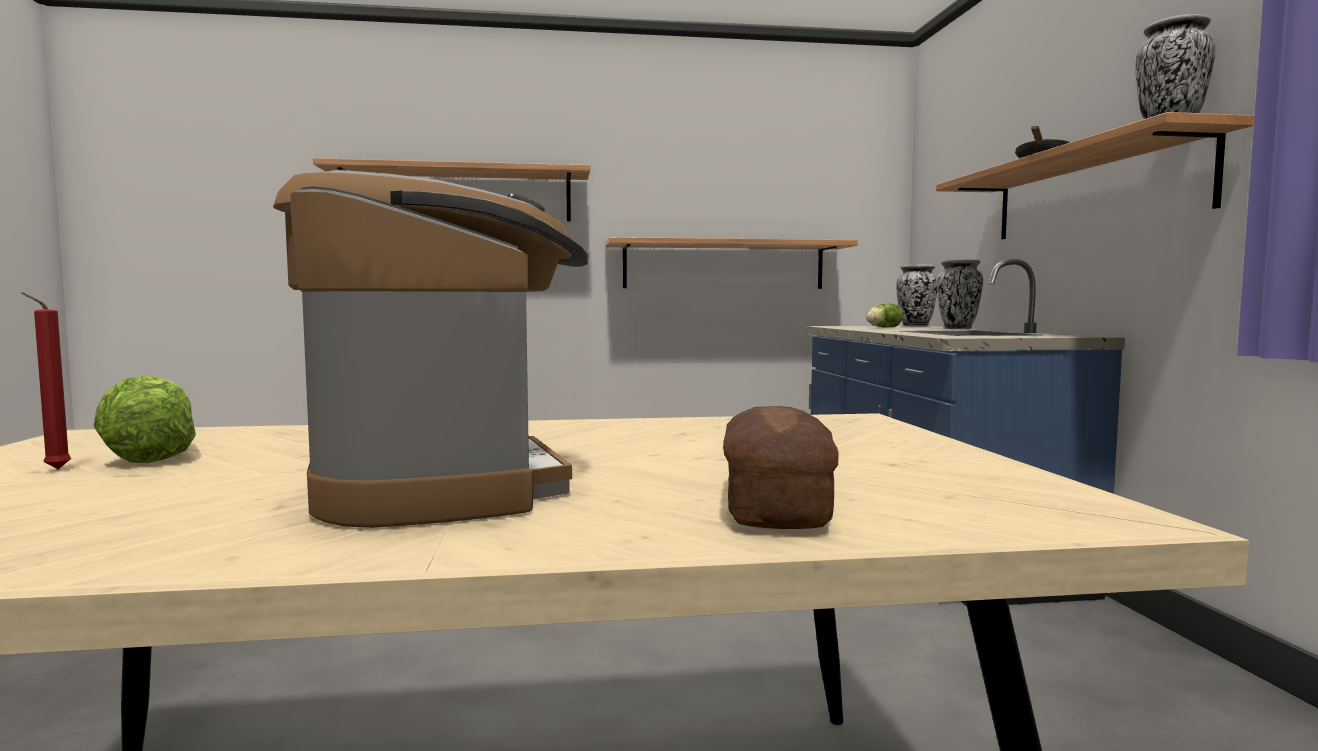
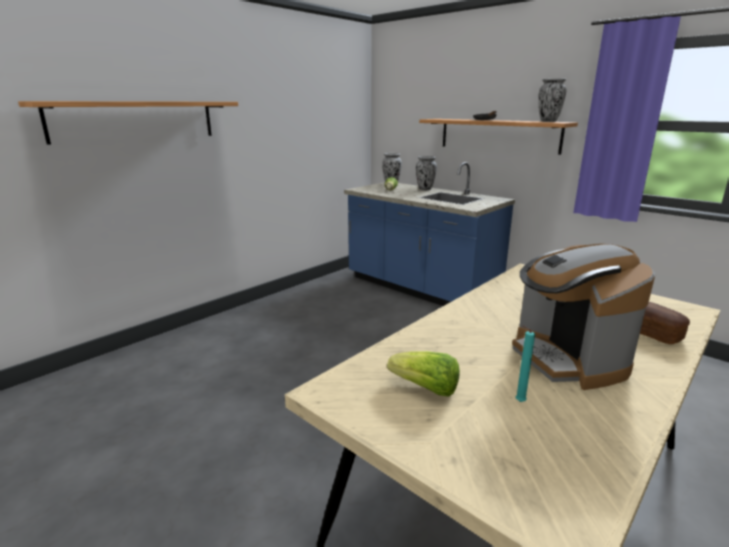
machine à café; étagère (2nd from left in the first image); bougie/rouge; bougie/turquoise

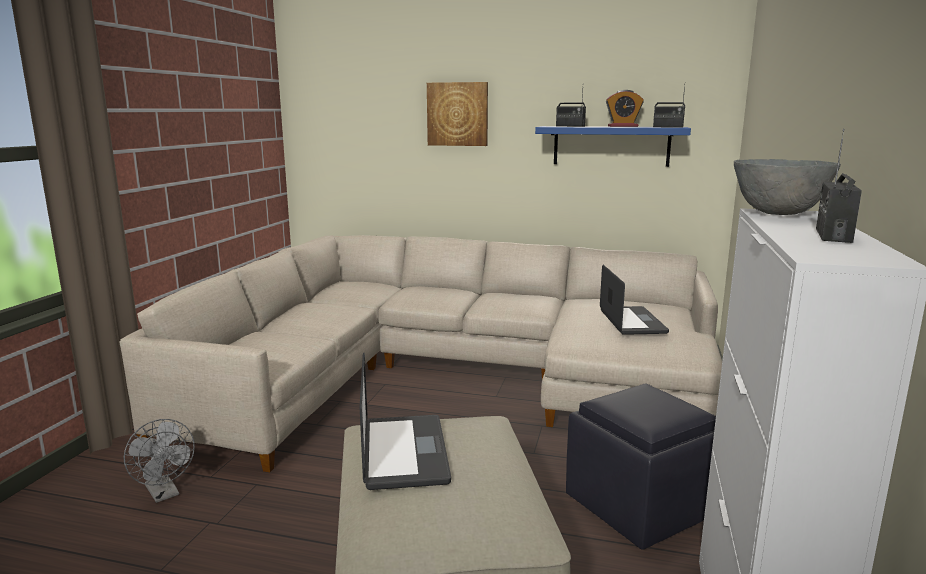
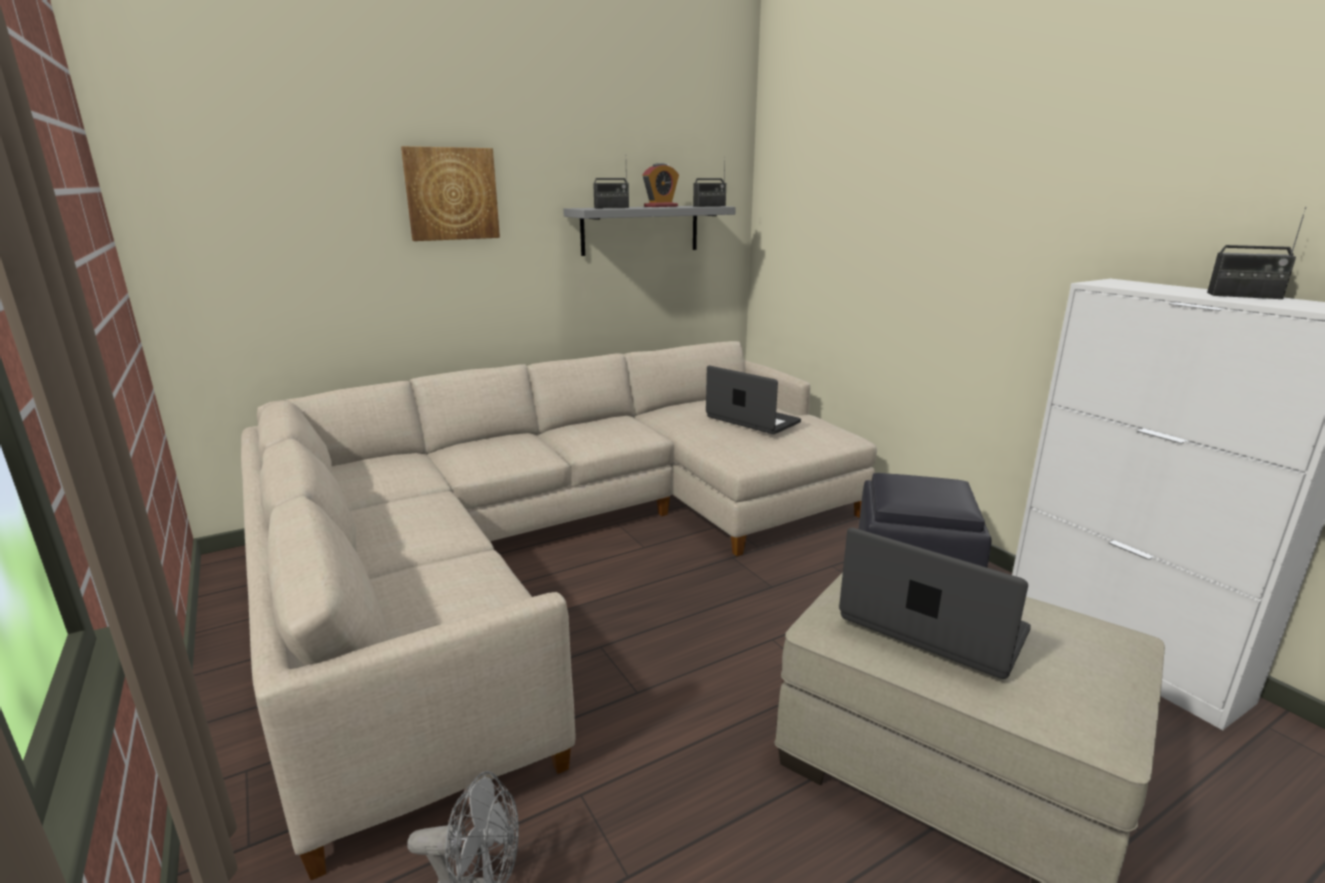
étagère/gris; radio (3rd from left); bol/gris

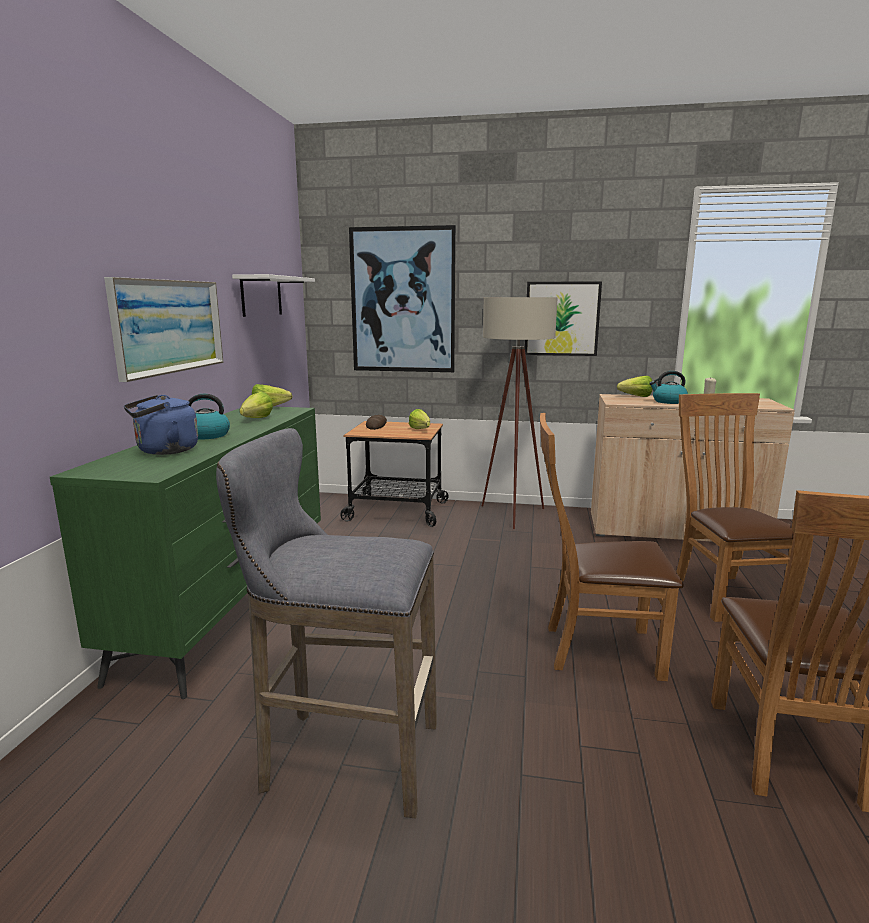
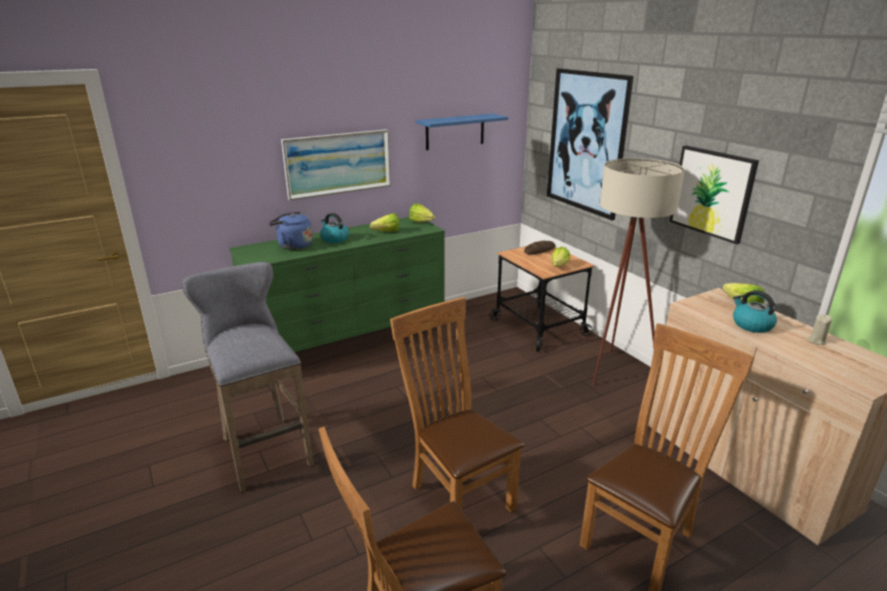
étagère/bleu

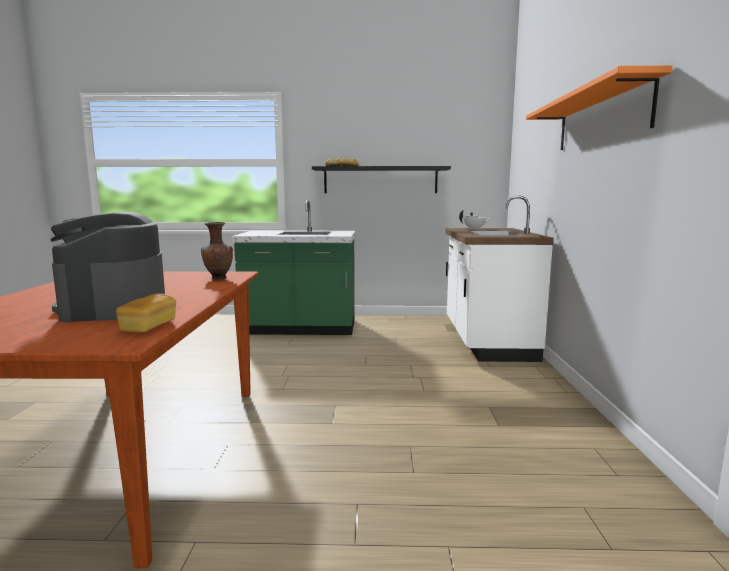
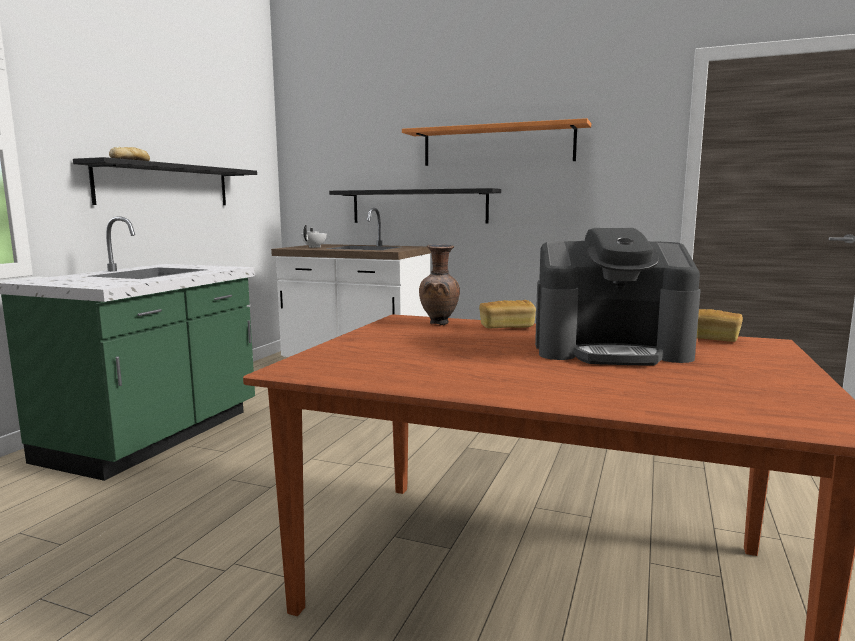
étagère/noir (2nd from left); pain (2nd from left)

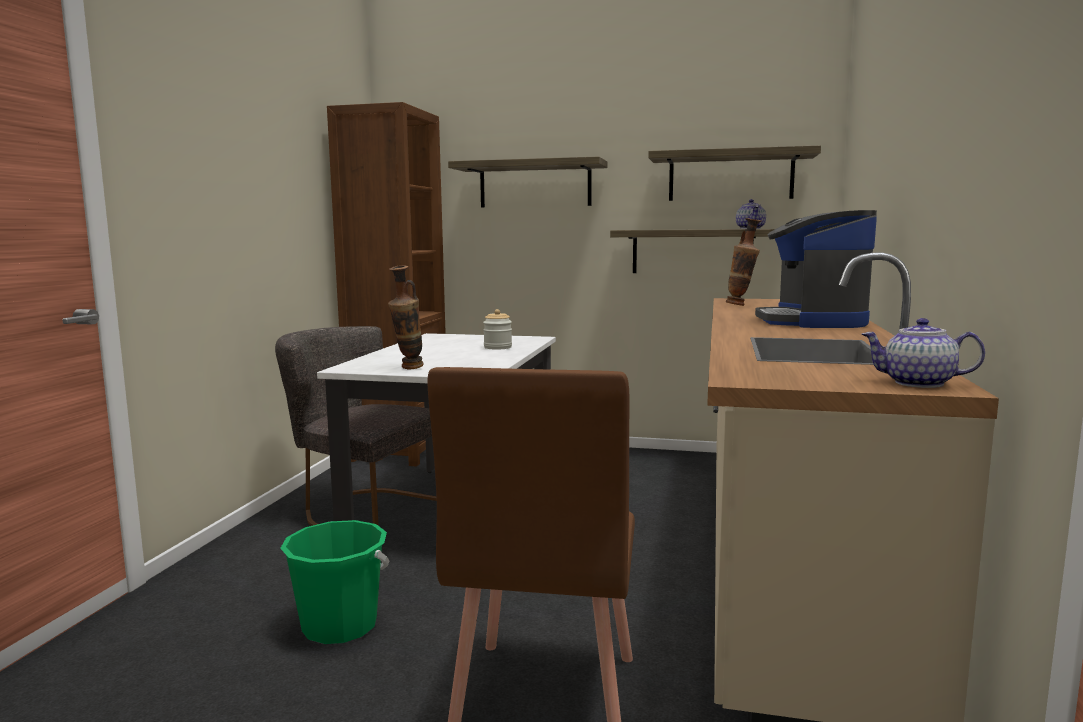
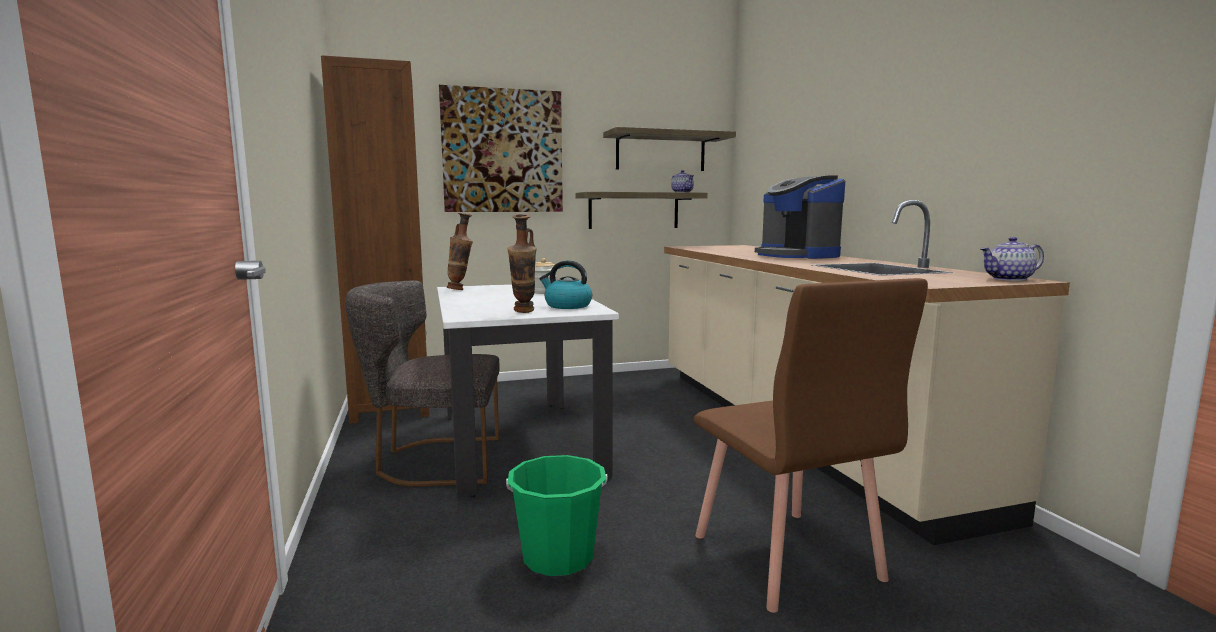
tableau; vase (1st from left); bouilloire

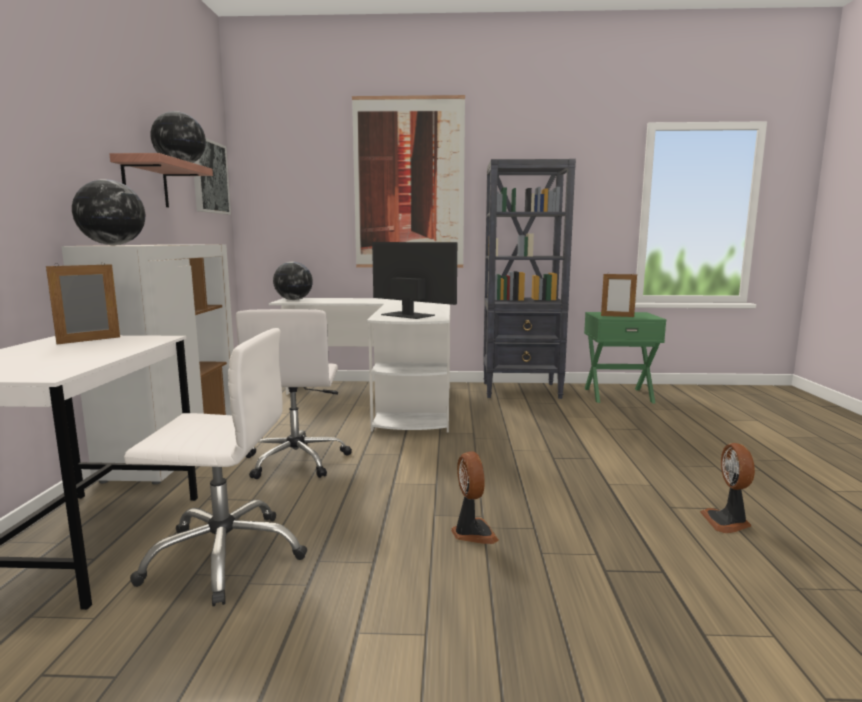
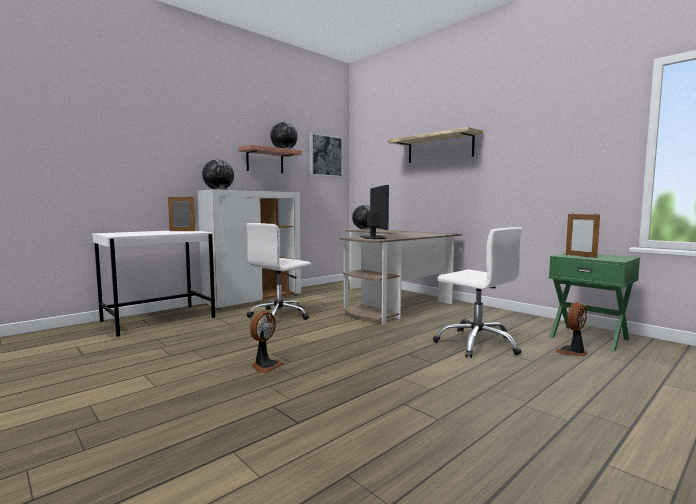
étagère (2nd from left); bibliothèque/noir; bureau/marron; chaise de bureau/blanc (2nd from left); ventilateur (2nd from left)

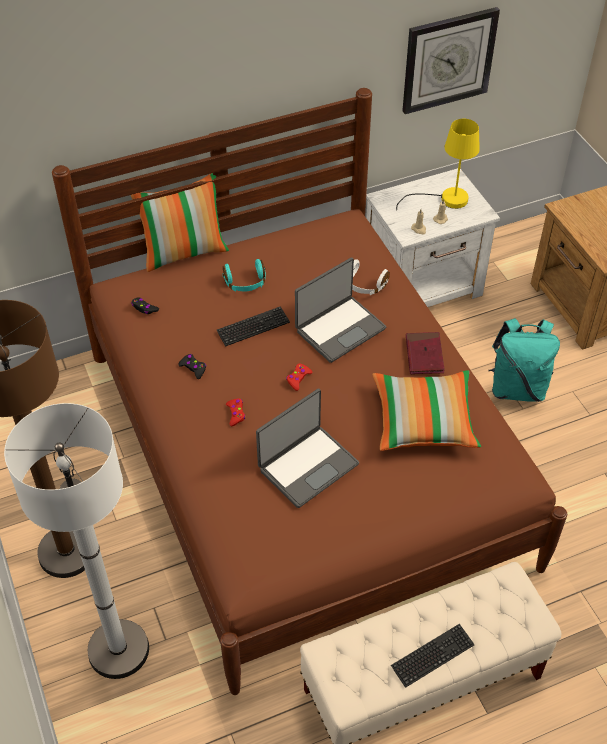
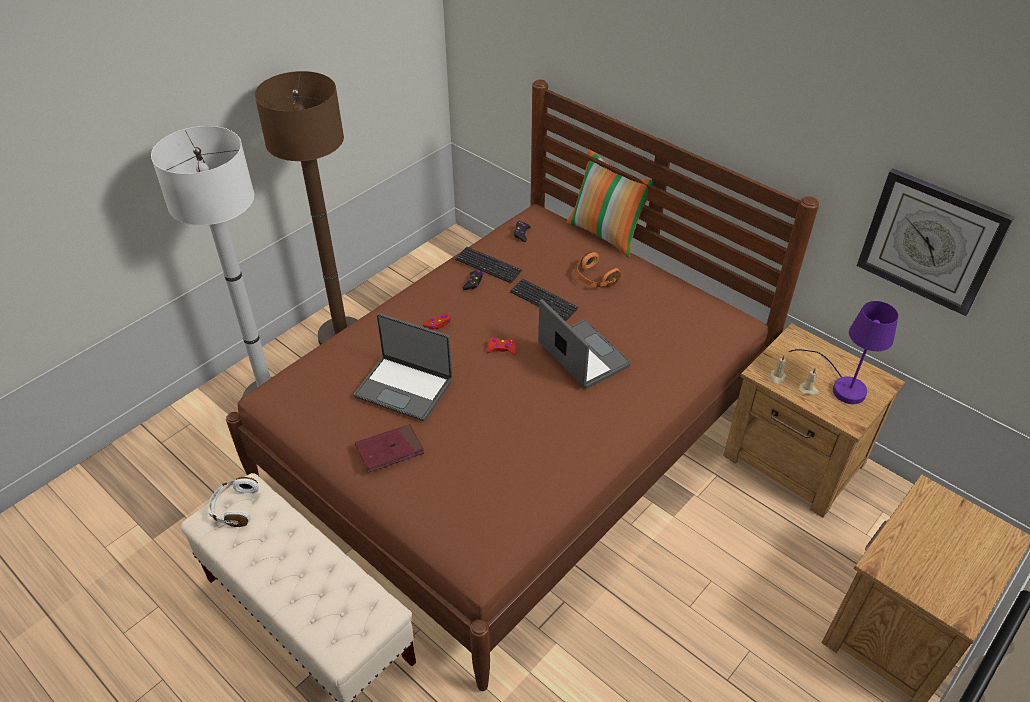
lampe de table/violet; table de chevet/marron (1st from left); ordinateur portable (2nd from left); casque audio/orange; casque audio/blanc; sac à dos/turquoise; livre/rouge; coussin (2nd from left in the first image); clavier (1st from left)

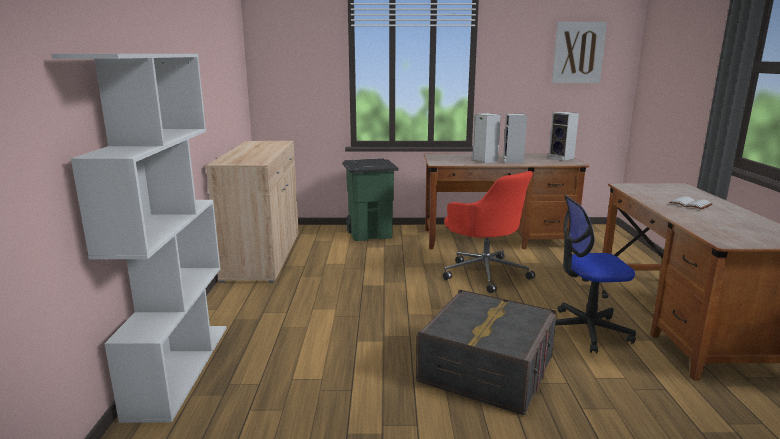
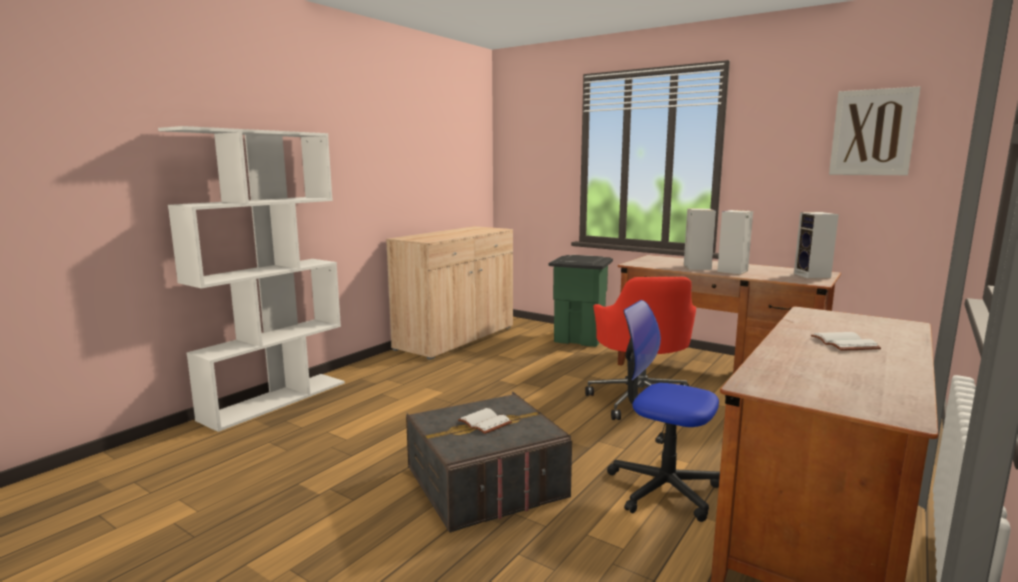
livre/blanc (1st from left)

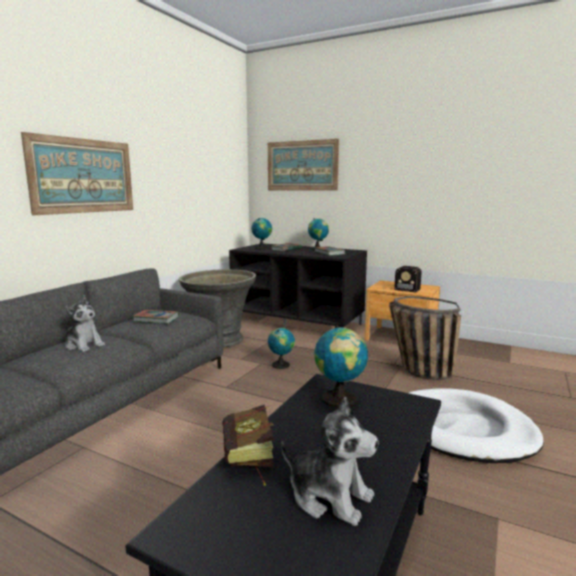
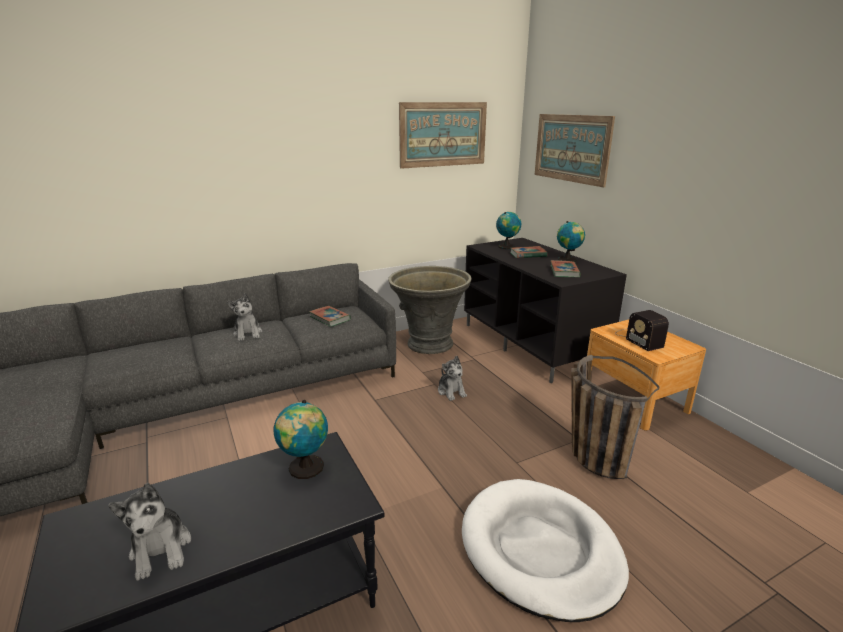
tableau (1st from left); peluche (3rd from left); livre (2nd from left in the first image)

